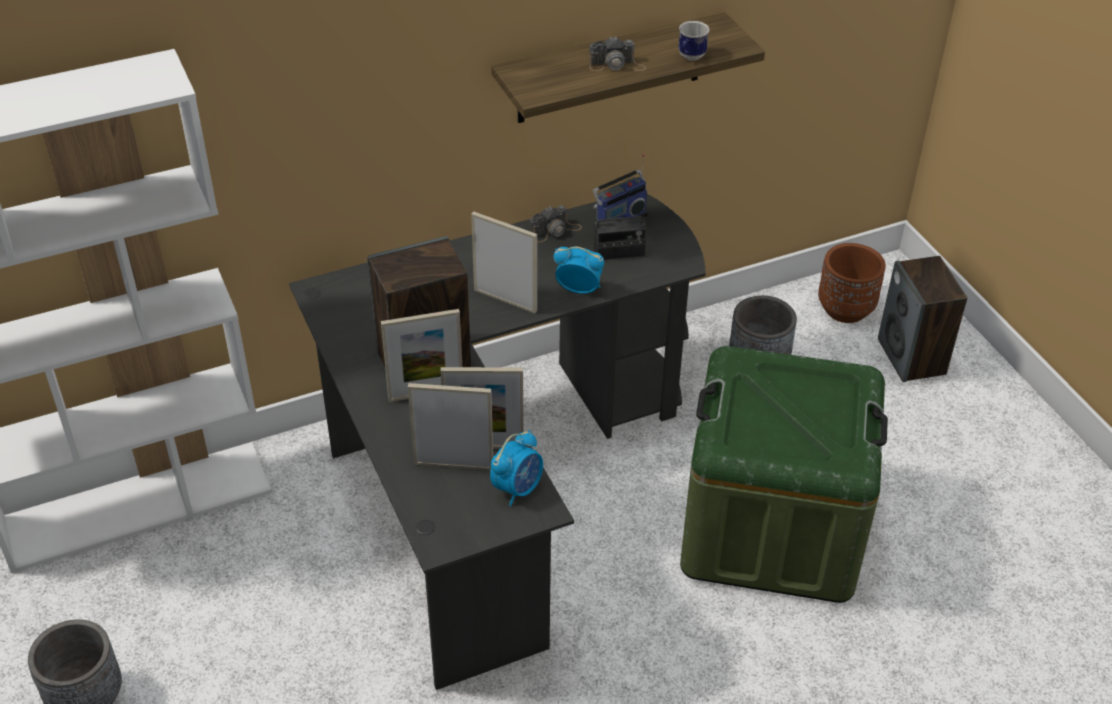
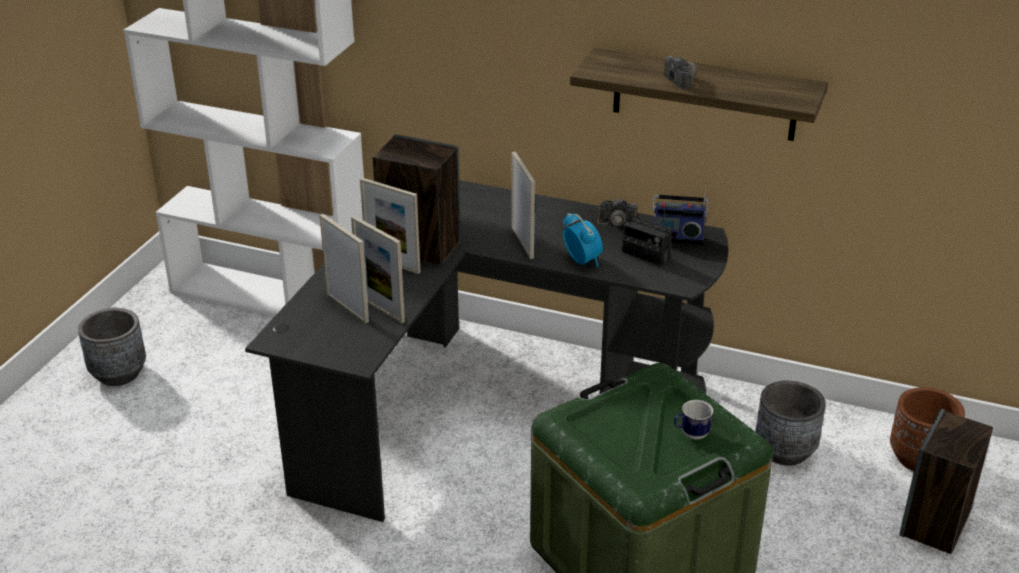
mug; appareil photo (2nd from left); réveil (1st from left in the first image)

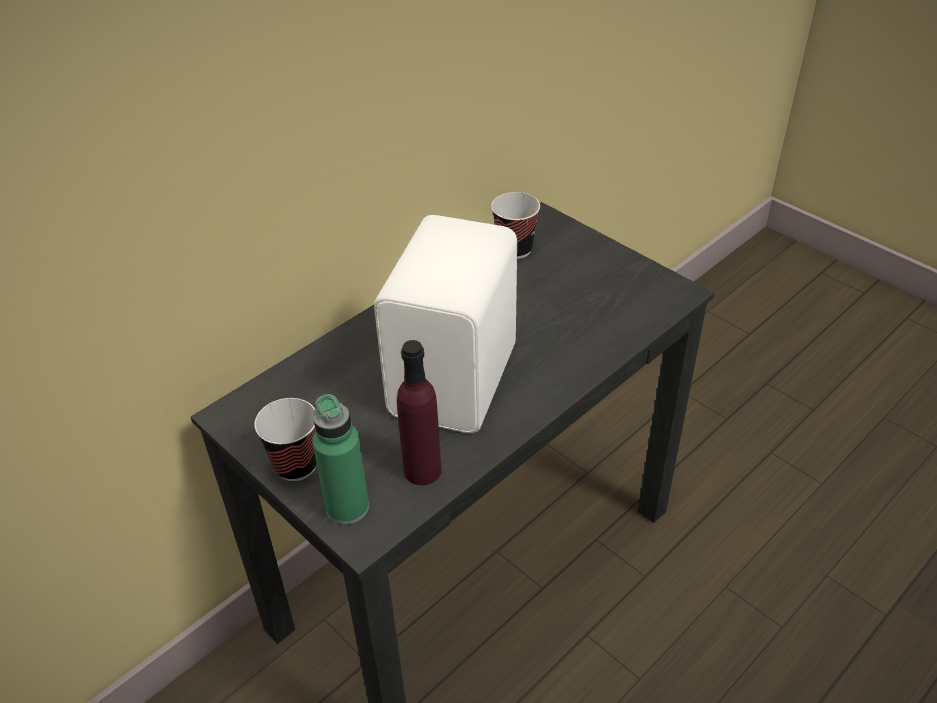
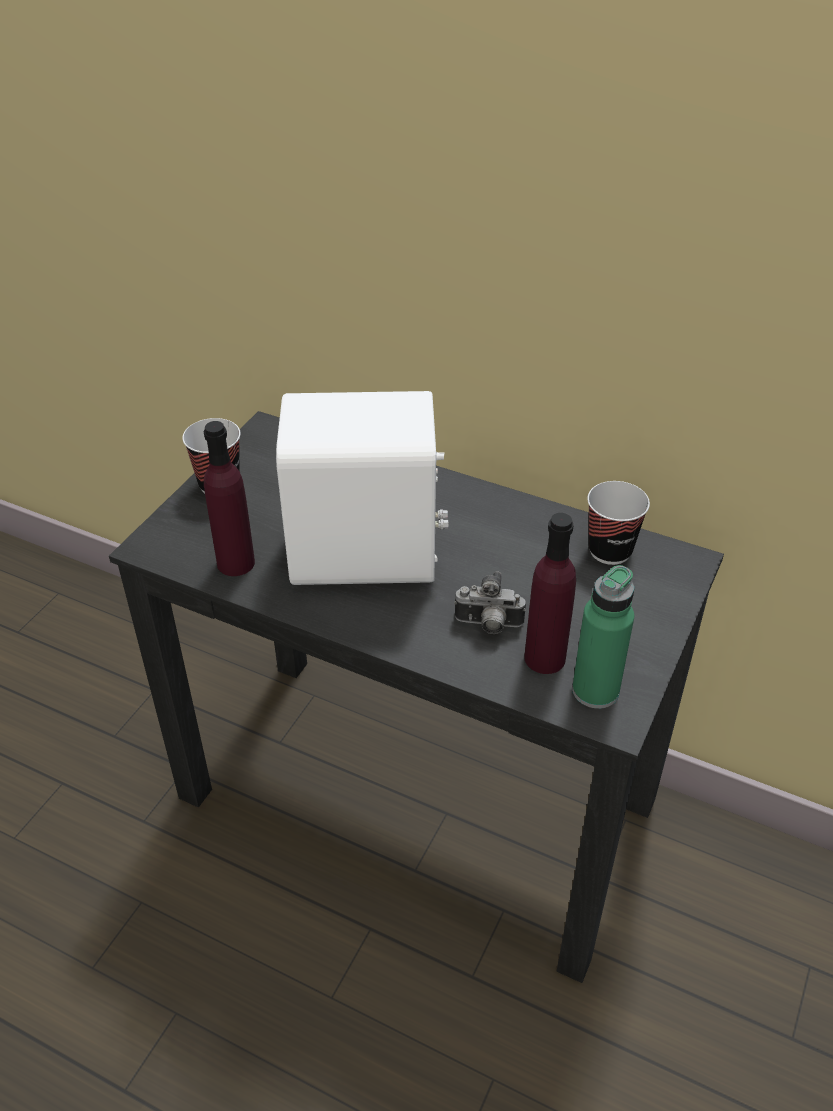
bouteille/vert; bouteille/violet (2nd from left); appareil photo

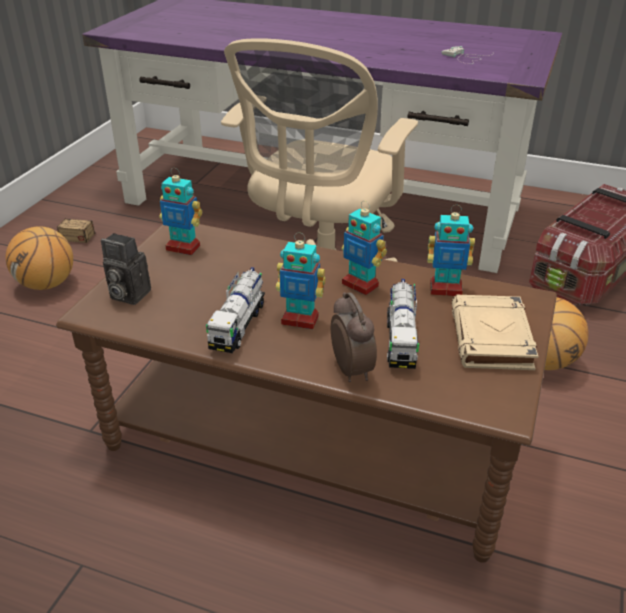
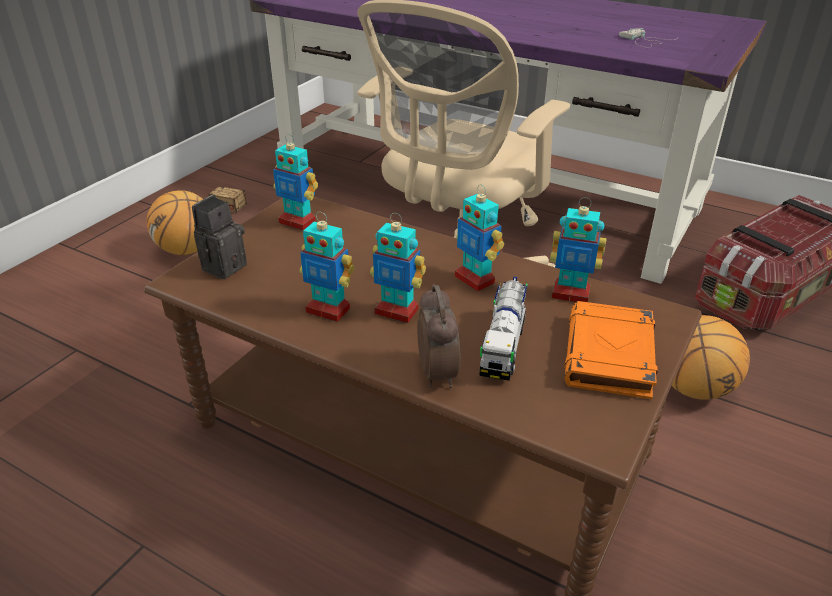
appareil photo; robot jouet (2nd from left); livre/orange

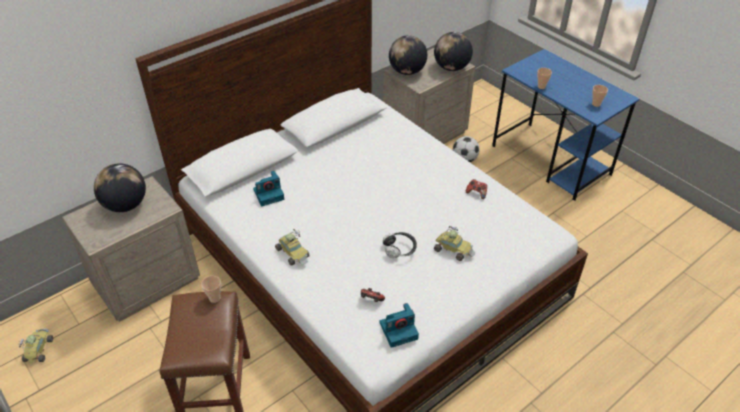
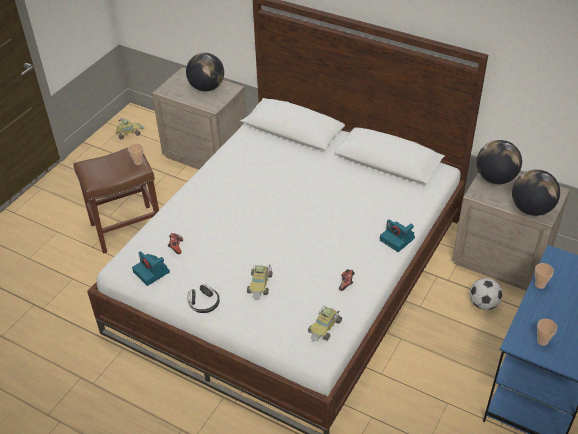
appareil photo (2nd from left); petite voiture (3rd from left); casque audio

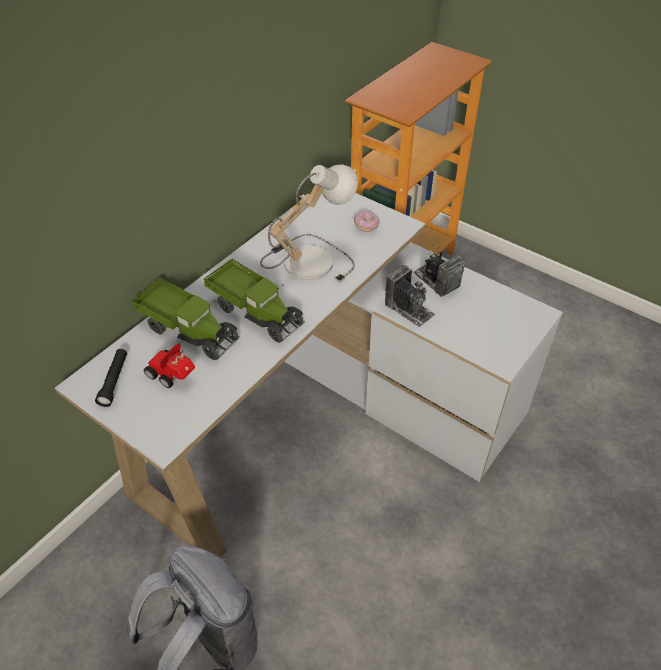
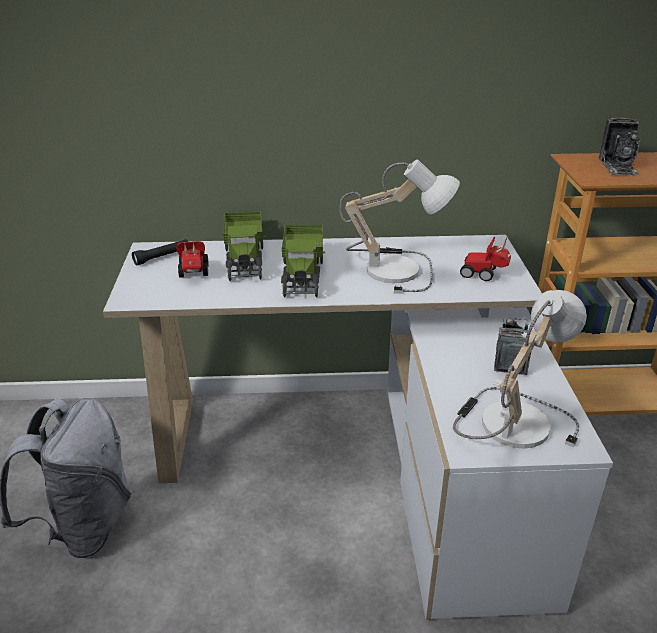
petite voiture (2nd from left); appareil photo (2nd from left); lampe de table (2nd from left)

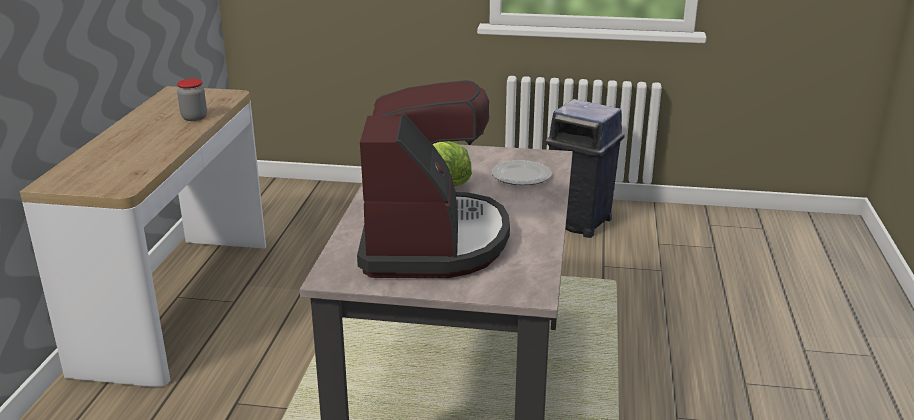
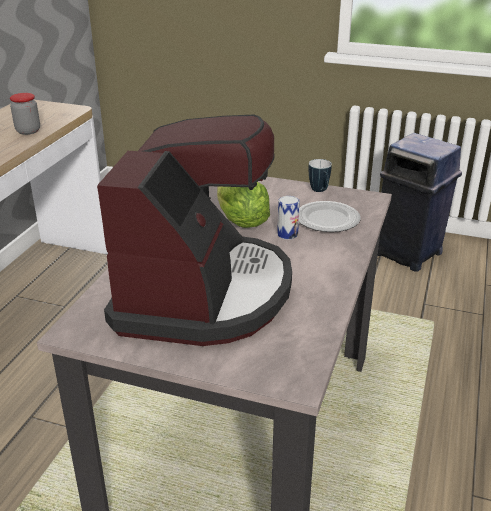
mug; boîte métallique

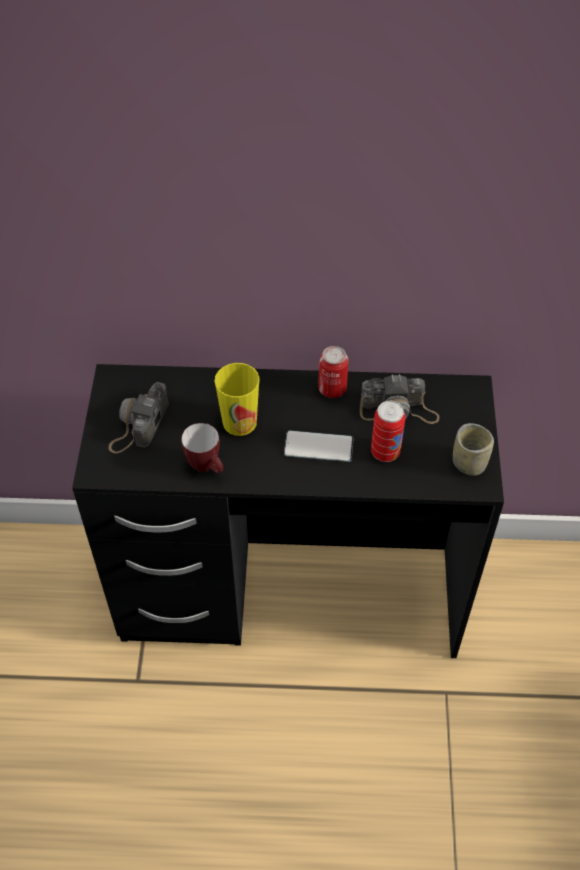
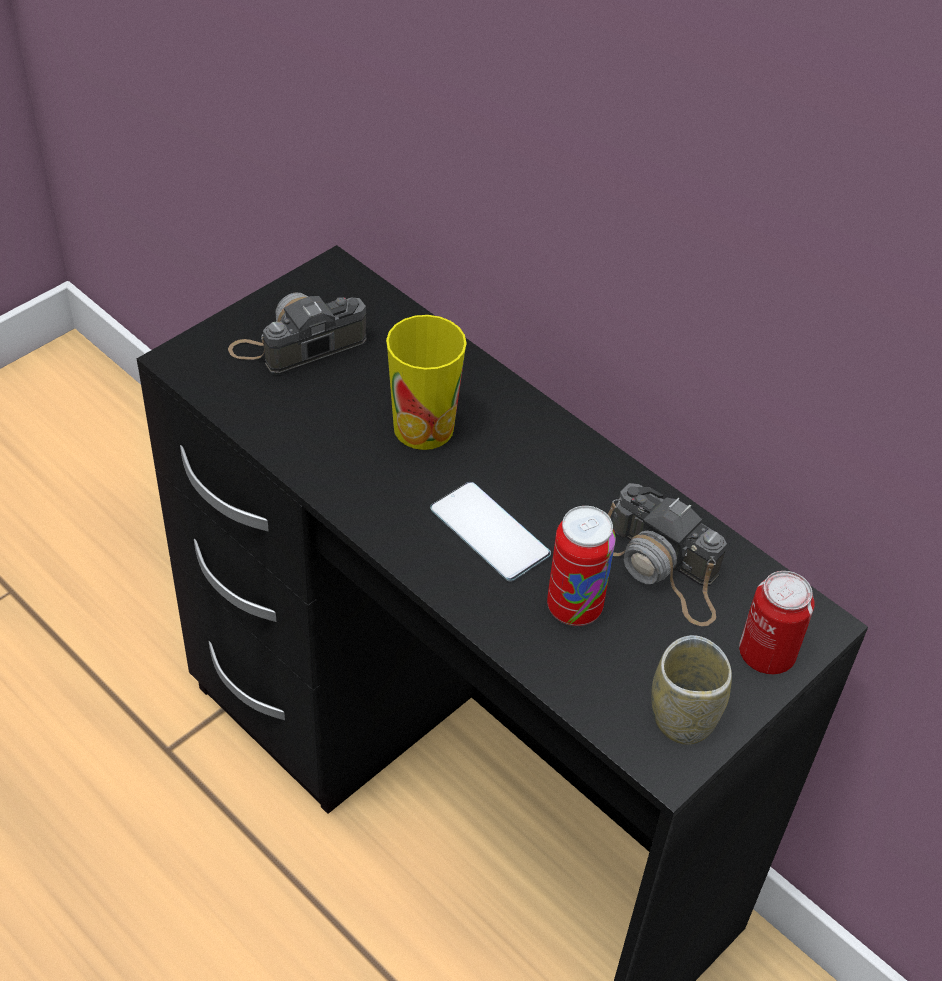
boîte métallique (2nd from left); mug

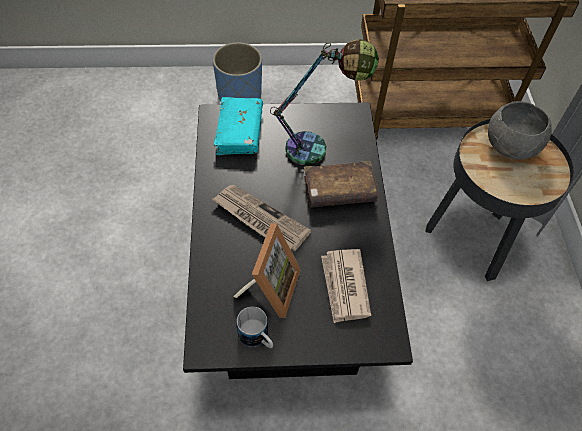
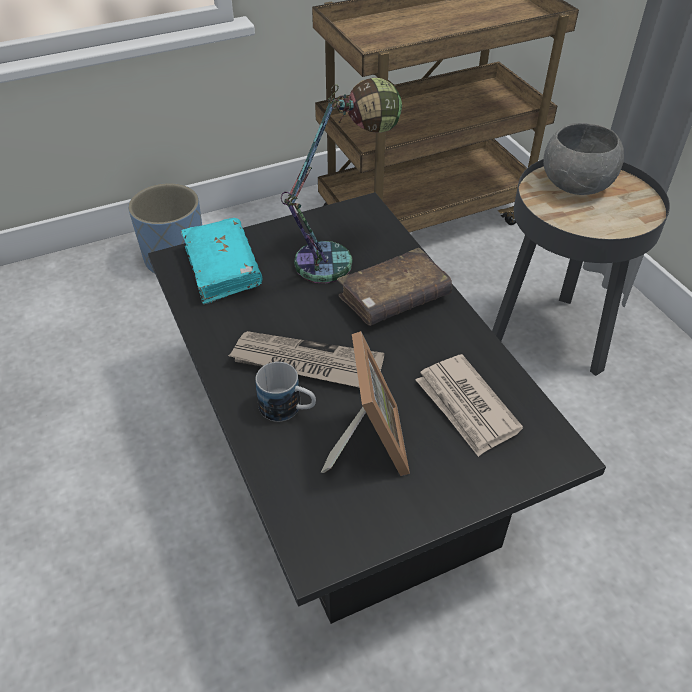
mug

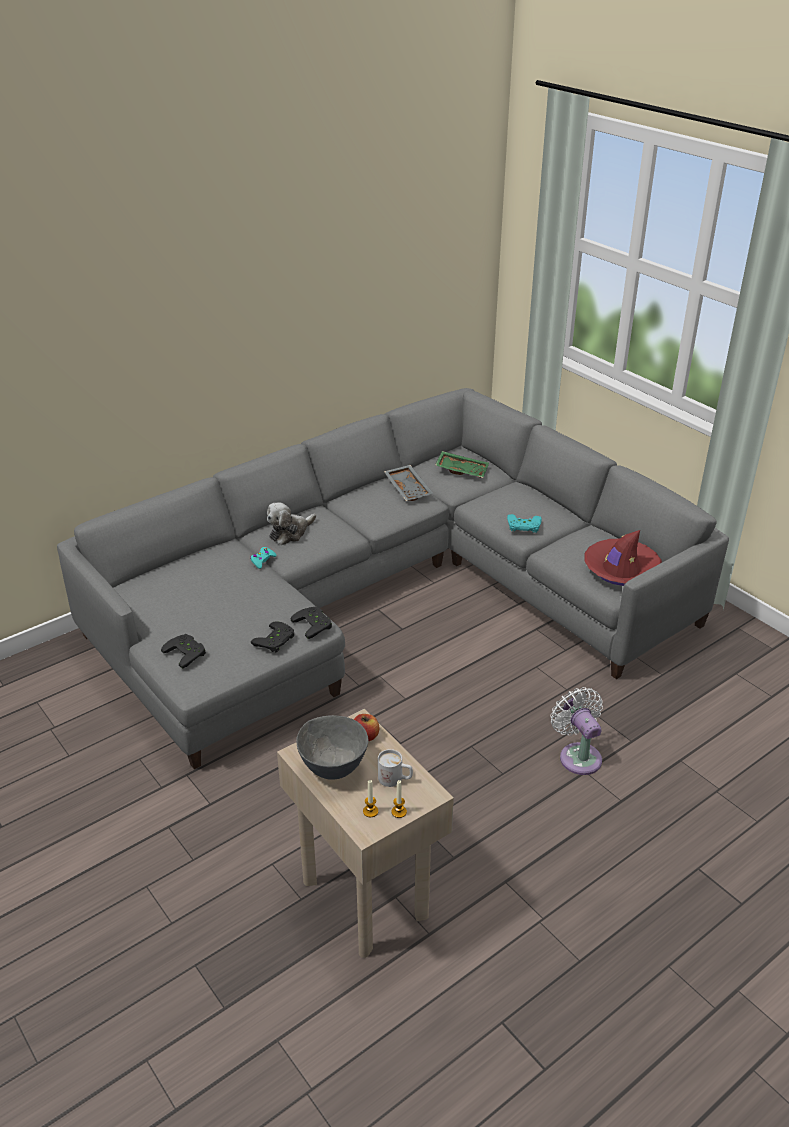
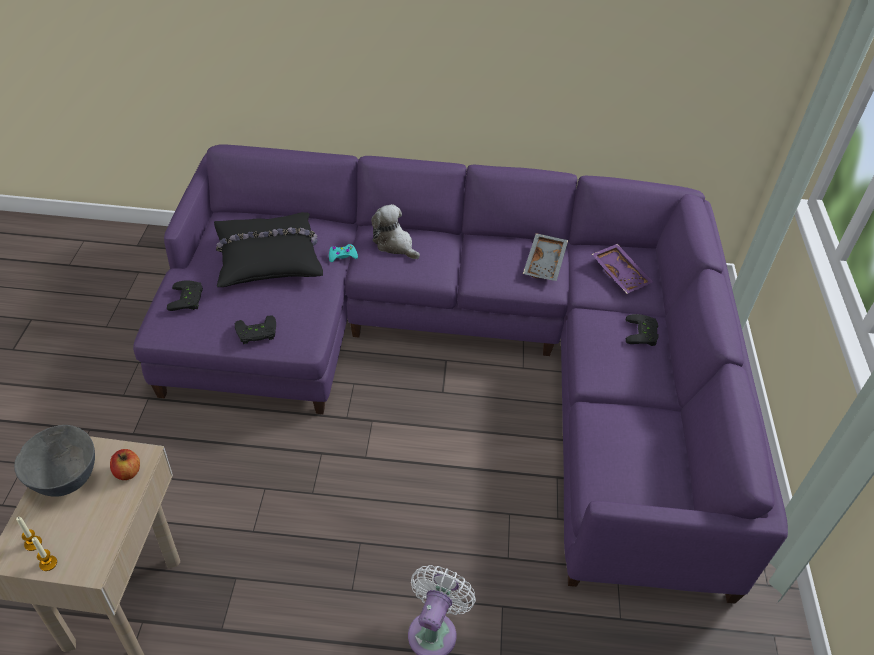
canapé/violet; plateau/violet; peluche; manette/turquoise (2nd from left in the first image); chapeau/rouge; manette/noir (3rd from left); mug/blanc; coussin/noir

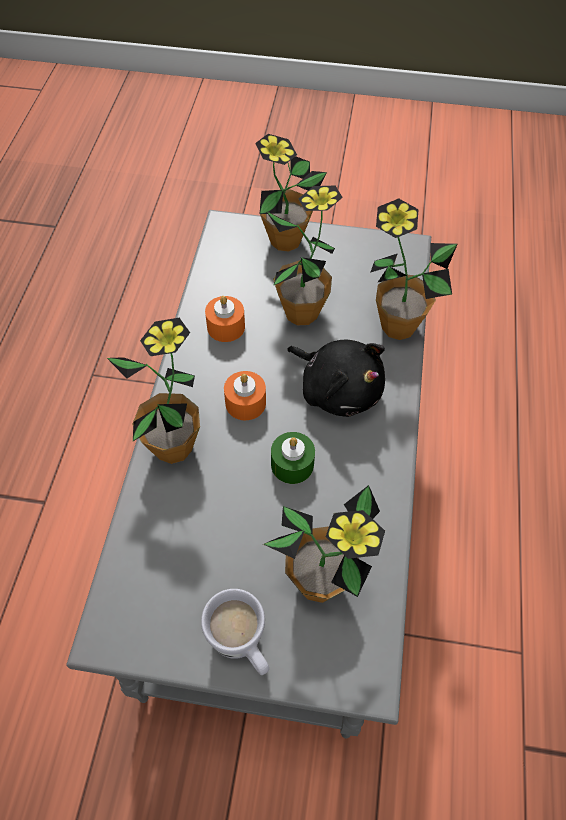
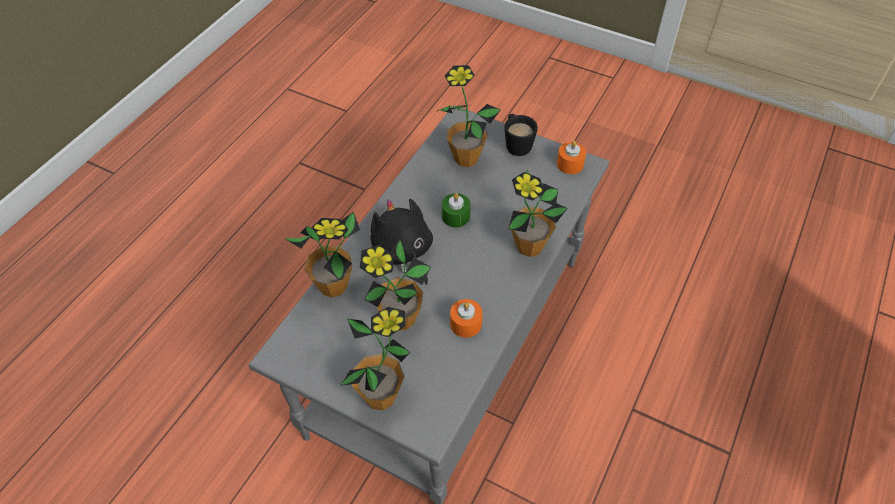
bougie/orange (2nd from left); mug/noir

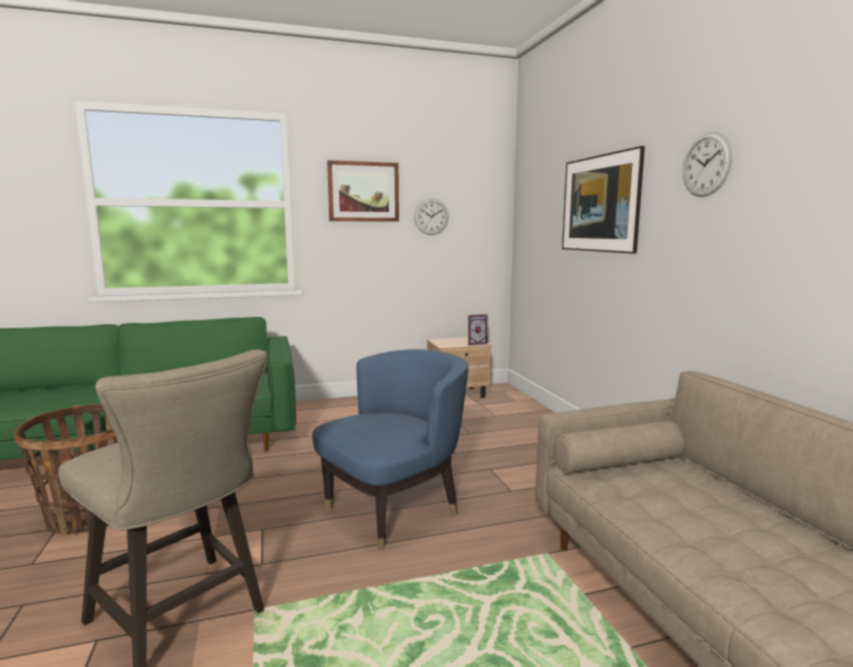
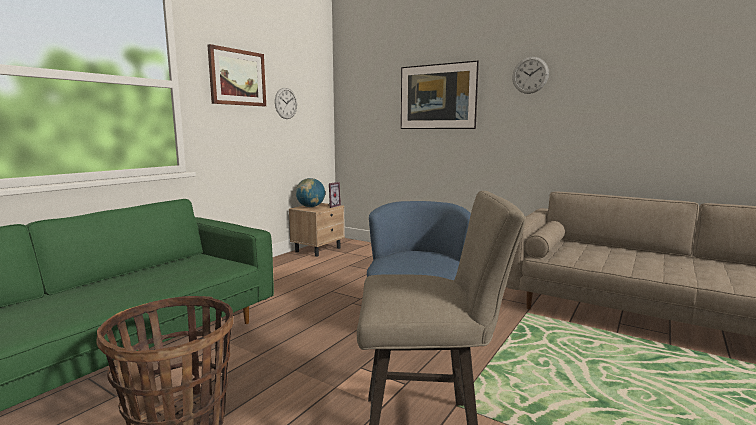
globe

